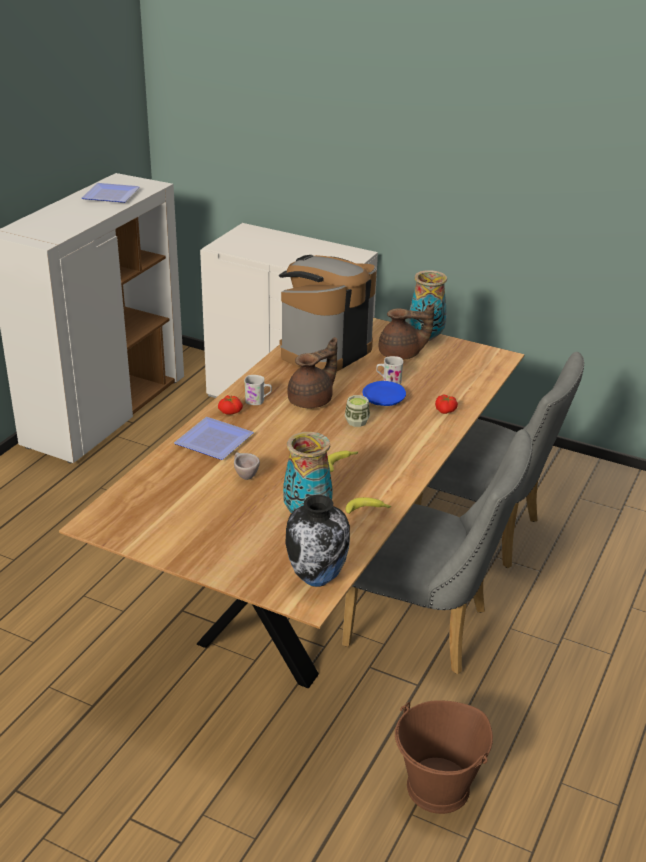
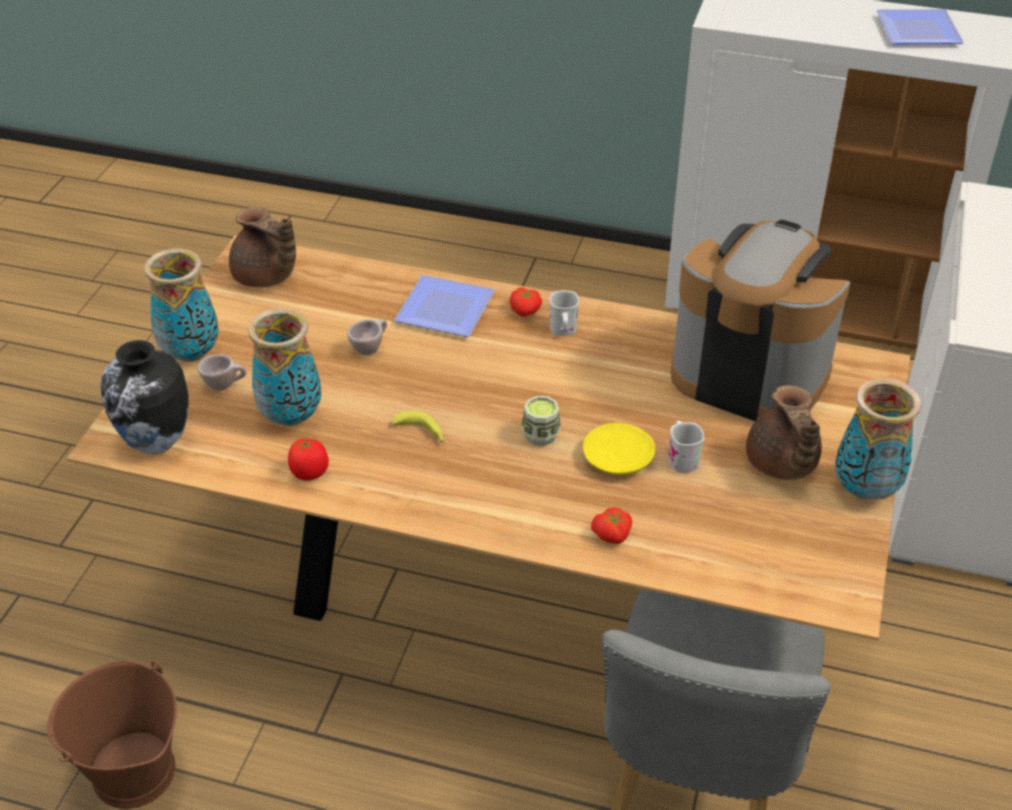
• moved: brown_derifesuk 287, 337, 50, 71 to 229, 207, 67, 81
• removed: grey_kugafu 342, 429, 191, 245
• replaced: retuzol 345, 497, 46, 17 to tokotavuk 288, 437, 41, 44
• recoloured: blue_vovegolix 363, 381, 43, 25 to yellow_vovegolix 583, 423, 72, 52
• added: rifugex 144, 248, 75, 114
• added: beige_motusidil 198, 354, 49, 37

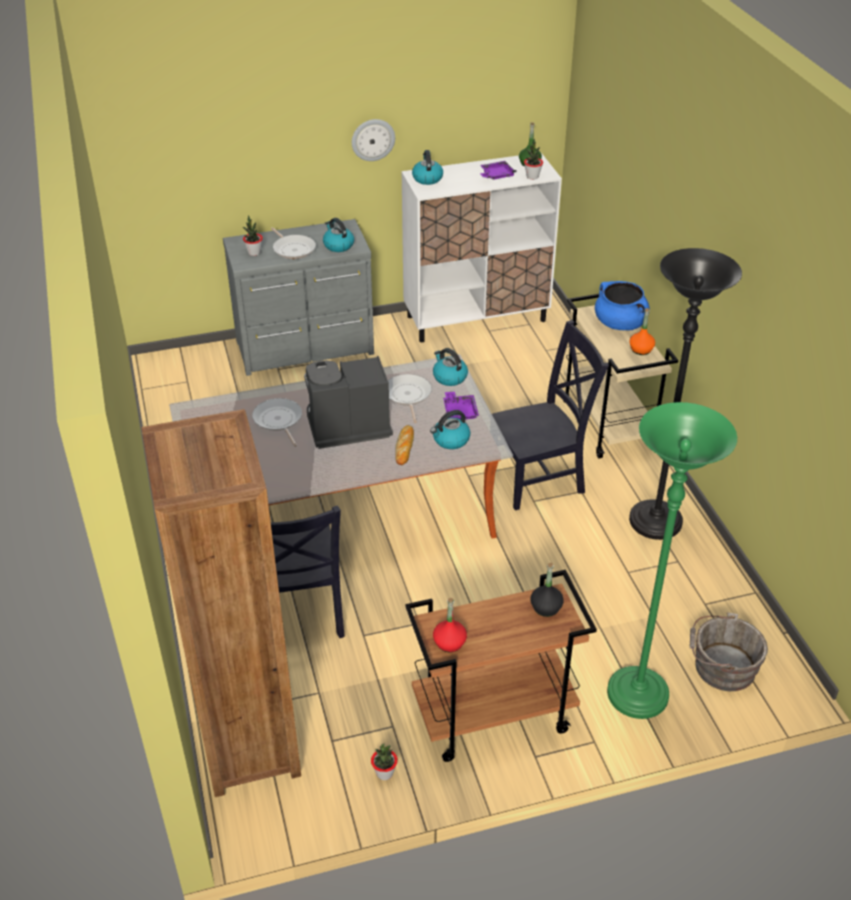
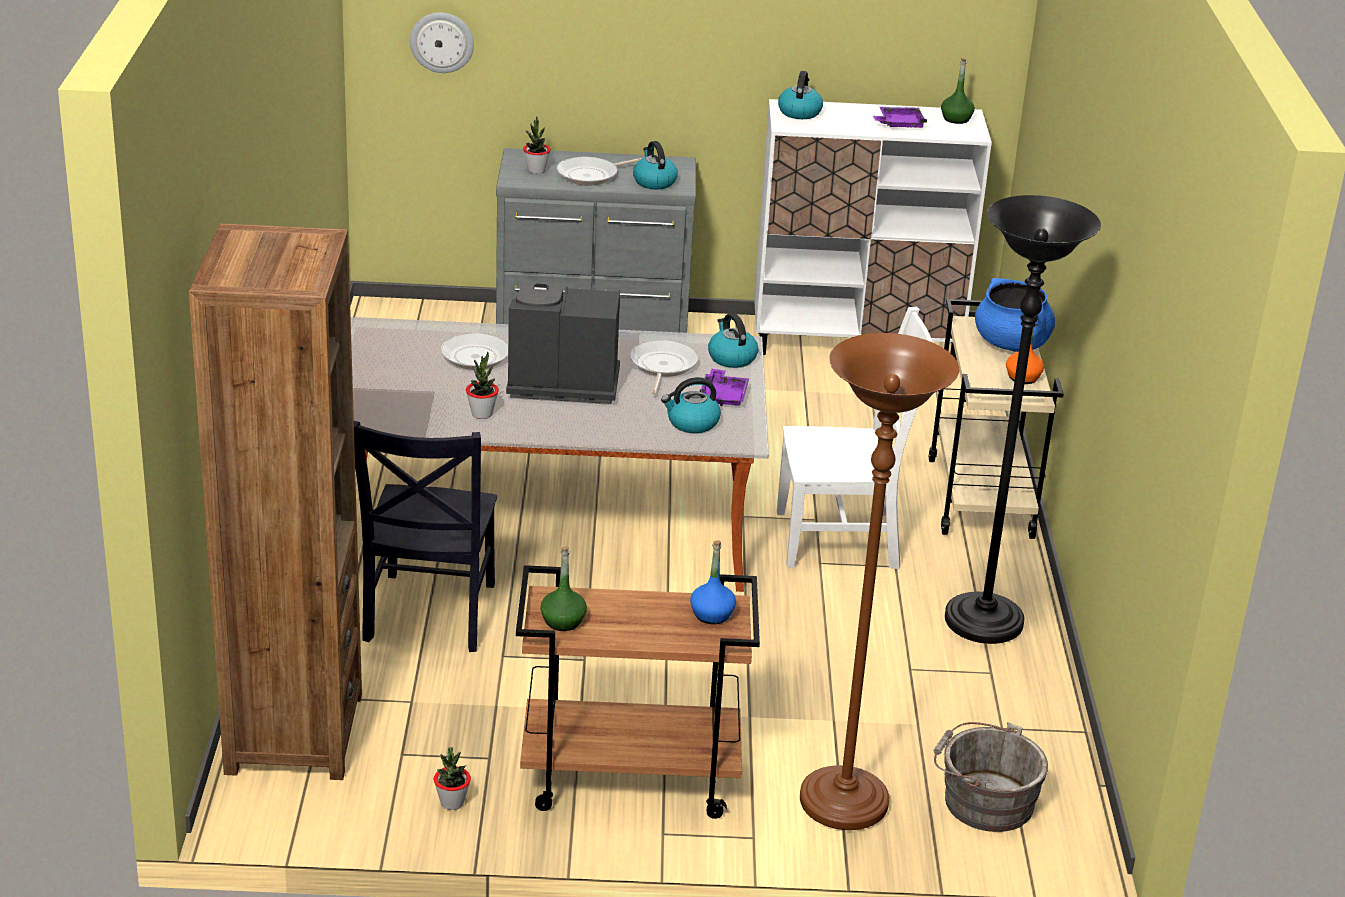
• turned: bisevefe 271, 228, 45, 31 = 557, 157, 84, 29 75 degrees clockwise
• moved: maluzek 352, 119, 43, 42 to 410, 13, 64, 60
• removed: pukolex 395, 425, 19, 40
• recoloured: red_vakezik 433, 598, 34, 54 to green_vakezik 540, 546, 47, 85
• recoloured: black_kugafu 492, 320, 117, 190 to white_kugafu 777, 307, 155, 262
• moved: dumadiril 524, 139, 19, 41 to 466, 352, 33, 67
• recoloured: black_vakezik 530, 563, 34, 54 to blue_vakezik 690, 540, 46, 84
• recoloured: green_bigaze 607, 402, 130, 317 to brown_bigaze 800, 333, 159, 497

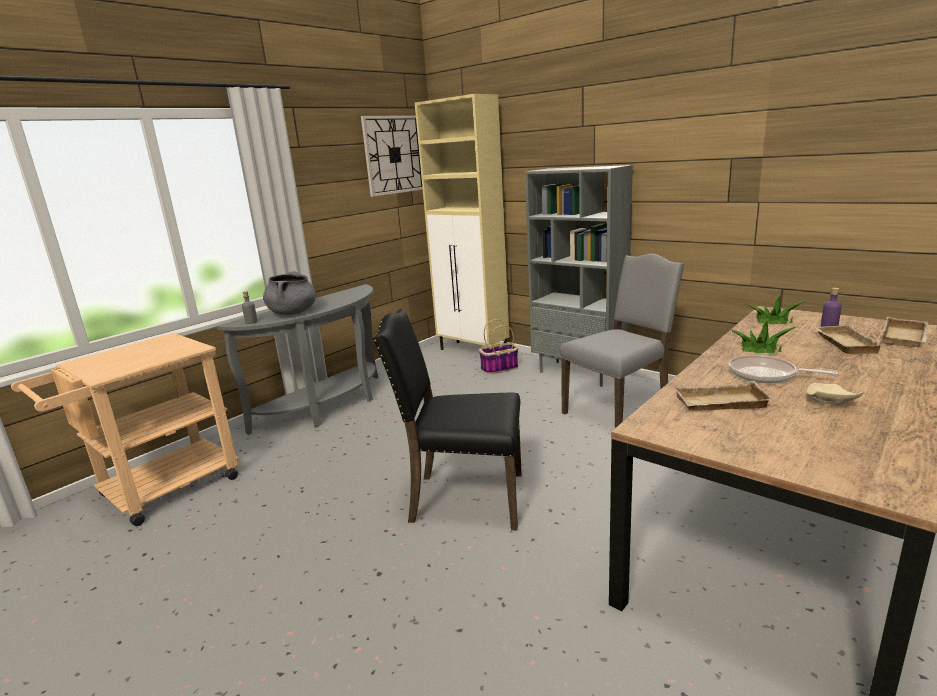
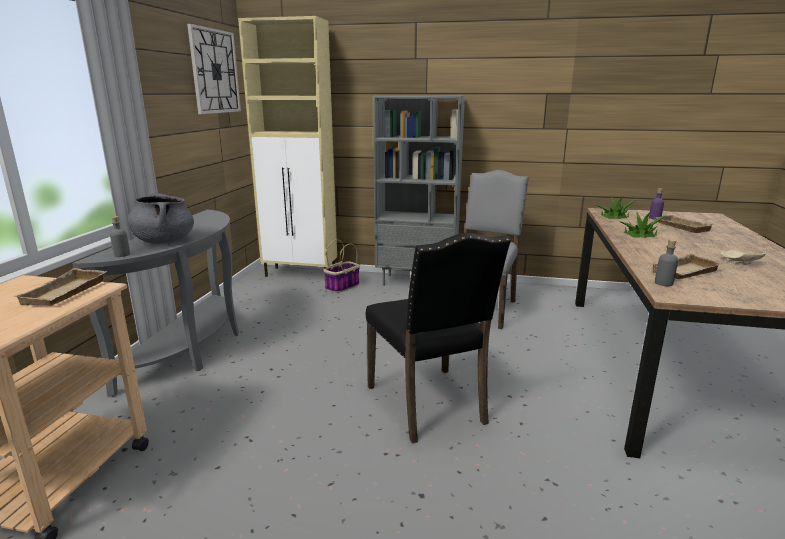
• turned: black_kugafu 372, 309, 150, 221 = 366, 233, 145, 211 90 degrees counterclockwise
• removed: bisevefe 729, 355, 109, 29
• moved: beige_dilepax 881, 317, 47, 30 to 13, 268, 94, 38
• added: grey_vakezik 655, 239, 23, 47

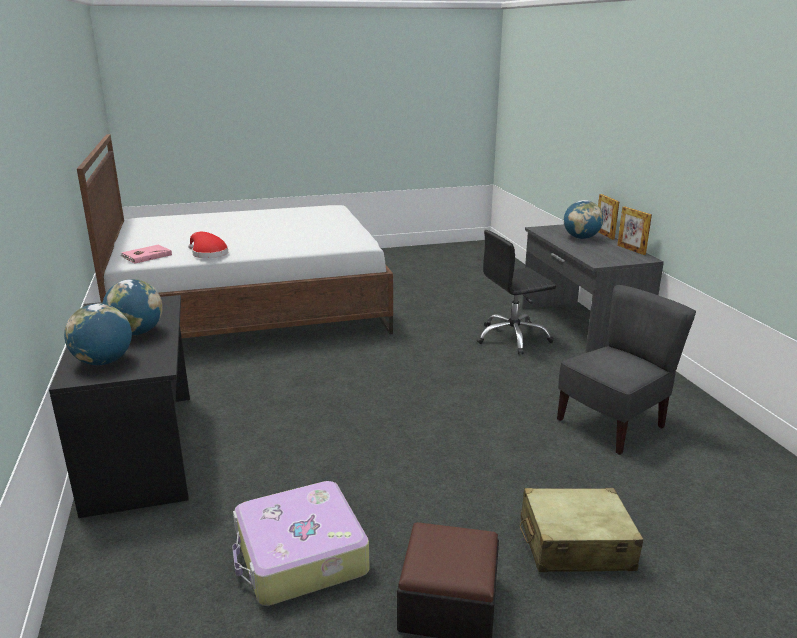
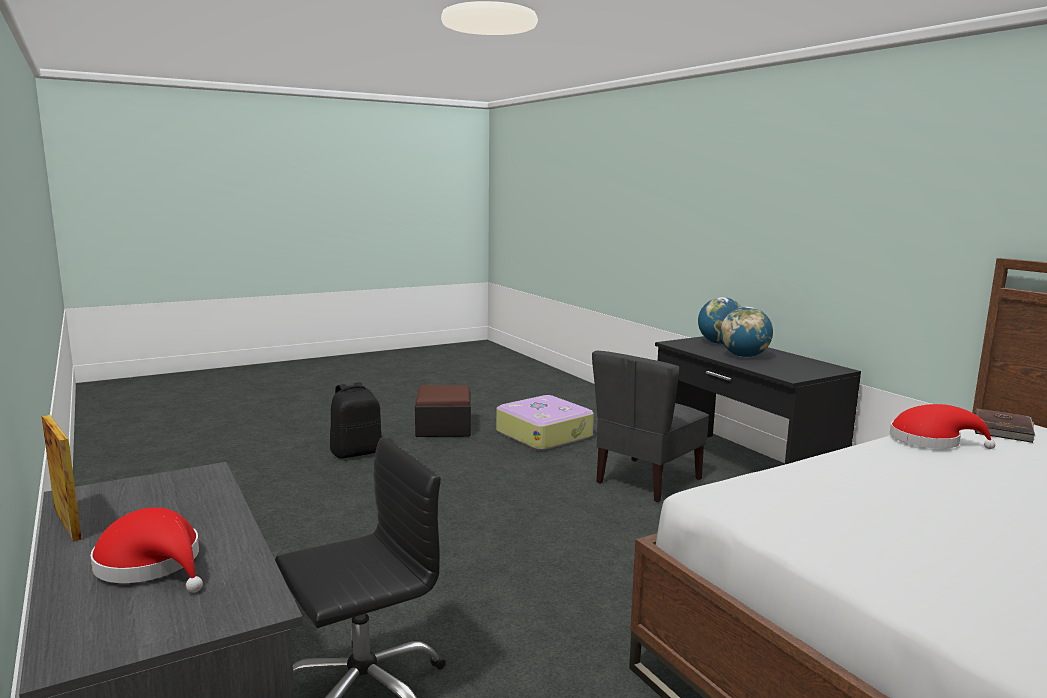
• recoloured: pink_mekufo 120, 245, 52, 19 to brown_mekufo 974, 408, 61, 35
• replaced: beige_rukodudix 520, 488, 124, 84 to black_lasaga 330, 382, 52, 77
• moved: grey_kugafu 557, 285, 139, 170 to 592, 351, 117, 151
• replaced: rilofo 564, 200, 39, 39 to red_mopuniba 90, 507, 113, 86
• removed: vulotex 598, 194, 21, 46

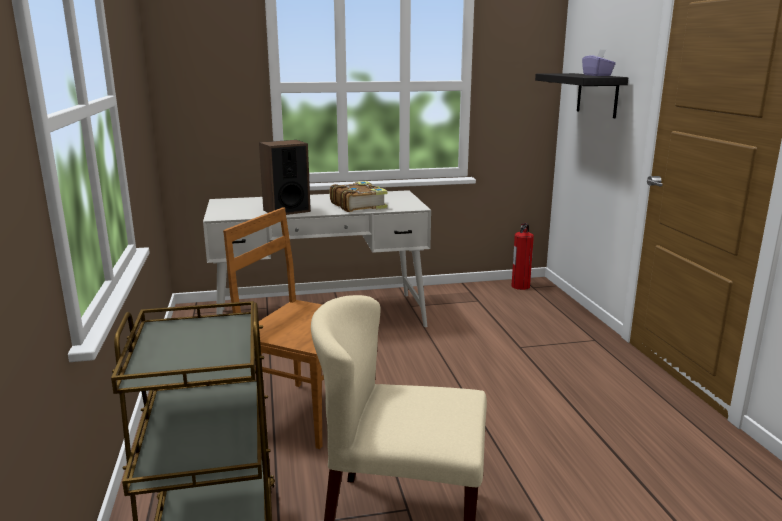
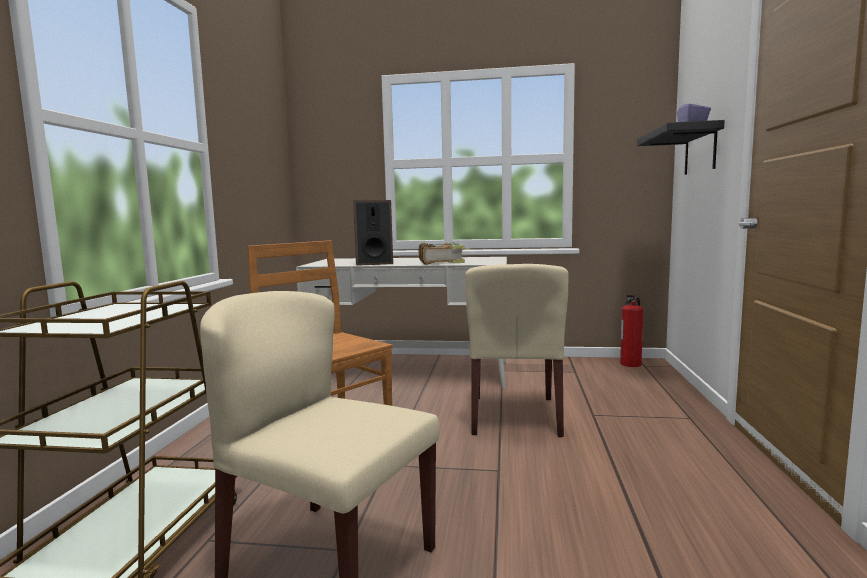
• added: beige_kugafu 465, 264, 103, 173

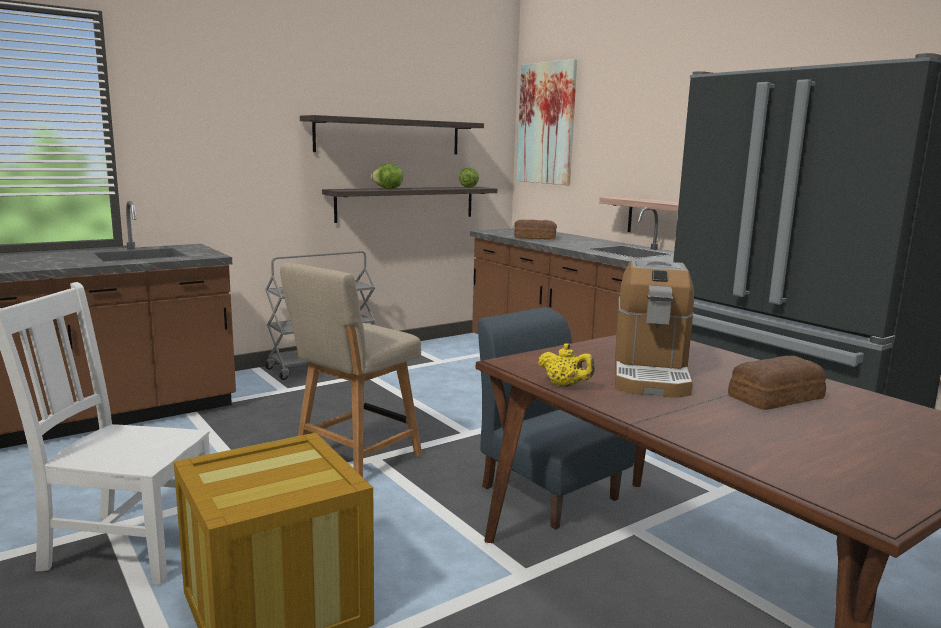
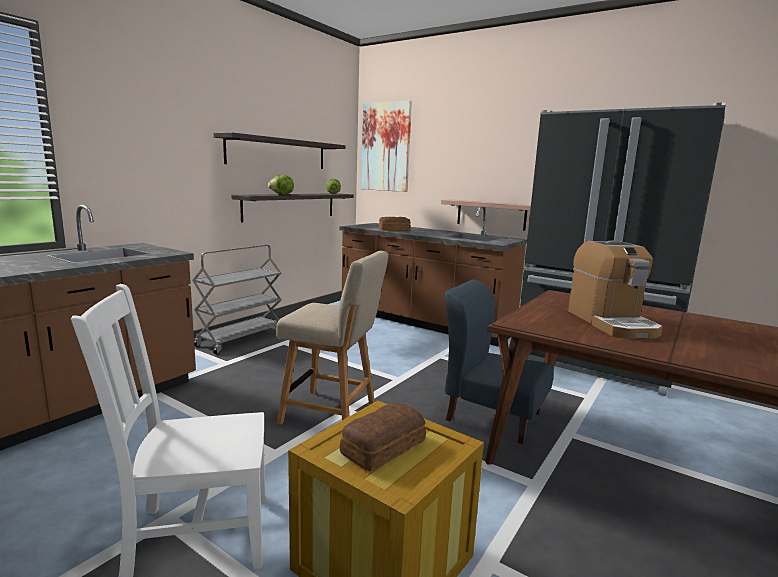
• turned: beige_kugafu 280, 262, 142, 215 = 276, 251, 112, 174 90 degrees counterclockwise
• removed: yellow_derifesuk 538, 343, 57, 44
• moved: pukolex 728, 356, 98, 54 to 340, 403, 86, 69

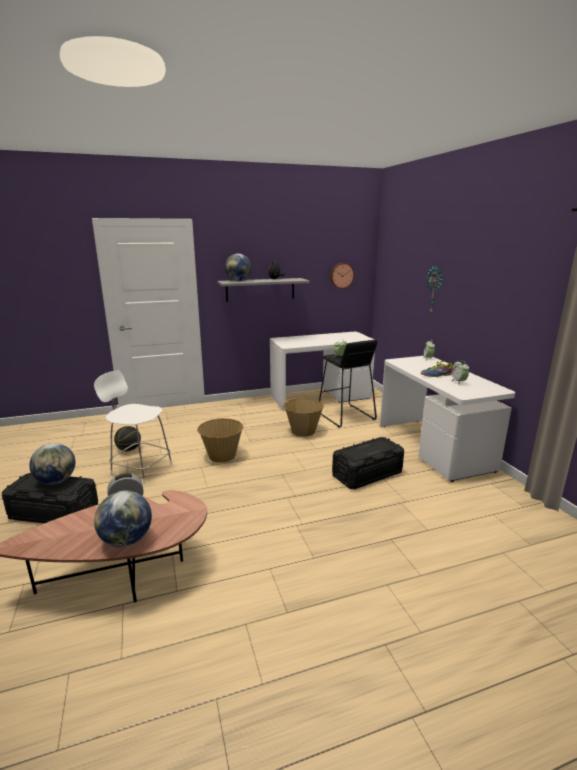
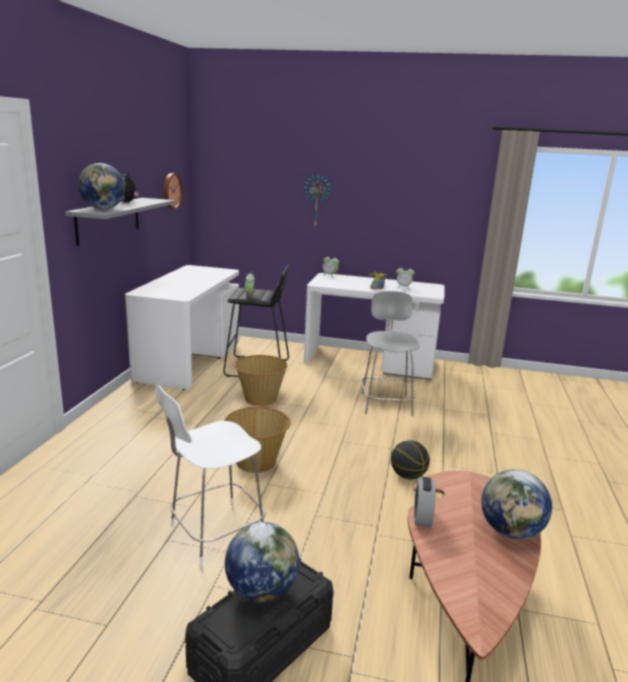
• moved: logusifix 114, 426, 27, 25 to 391, 440, 39, 39
• replaced: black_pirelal 332, 437, 72, 52 to grey_kugafu 361, 291, 59, 125

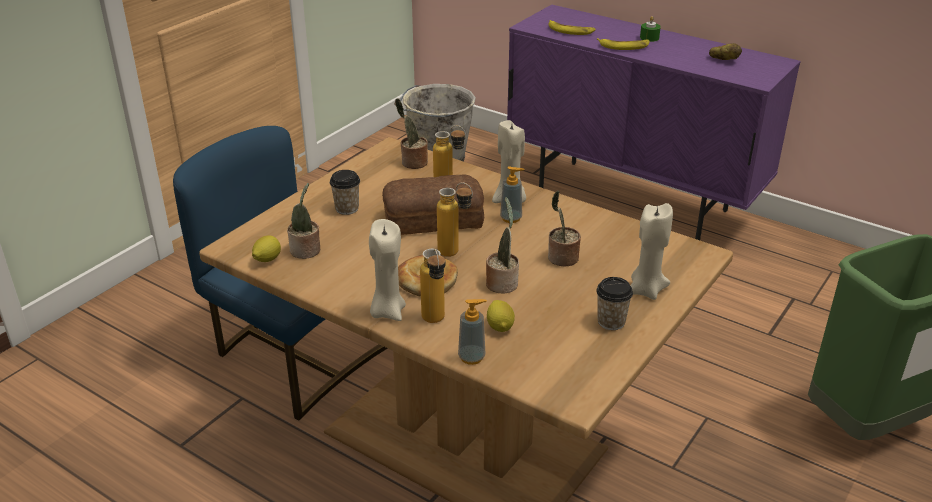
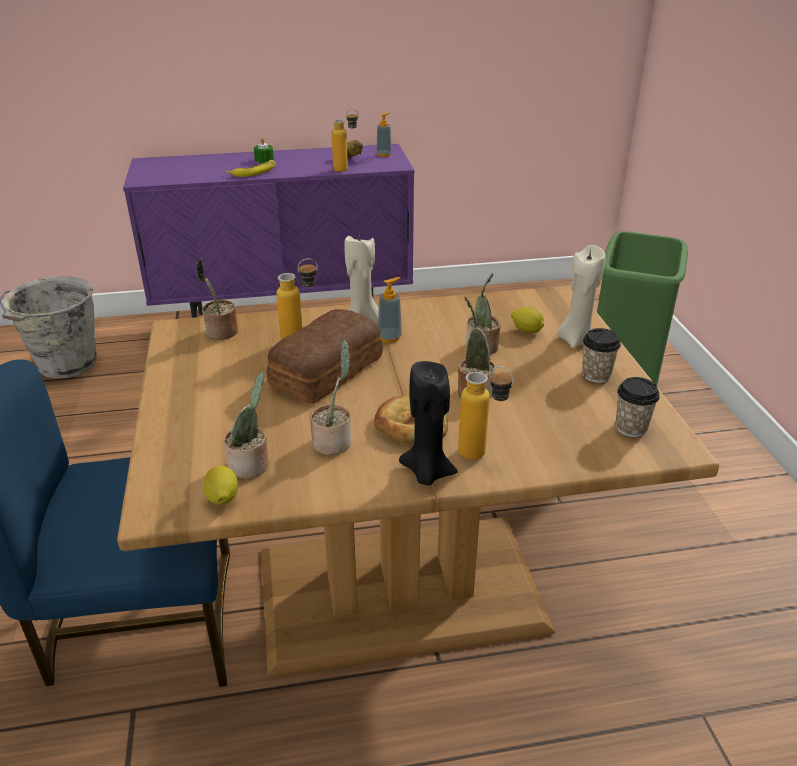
• moved: motusidil 330, 170, 30, 45 to 616, 377, 44, 60
• recoloured: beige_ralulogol 369, 219, 37, 102 to black_ralulogol 399, 361, 59, 124
• moved: vakezik 437, 182, 36, 75 to 332, 109, 27, 63
• moved: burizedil 458, 299, 29, 66 to 376, 112, 16, 45
• moved: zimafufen 487, 300, 28, 32 to 511, 307, 33, 26
• removed: retuzol 548, 20, 48, 15
• added: dumadiril 310, 340, 41, 115

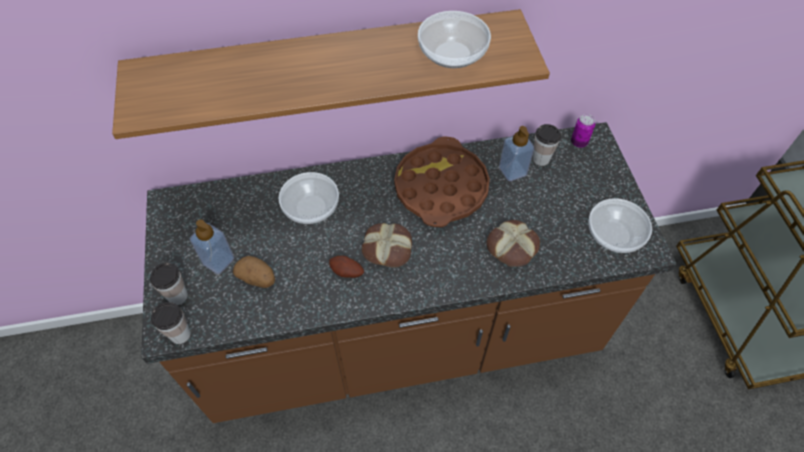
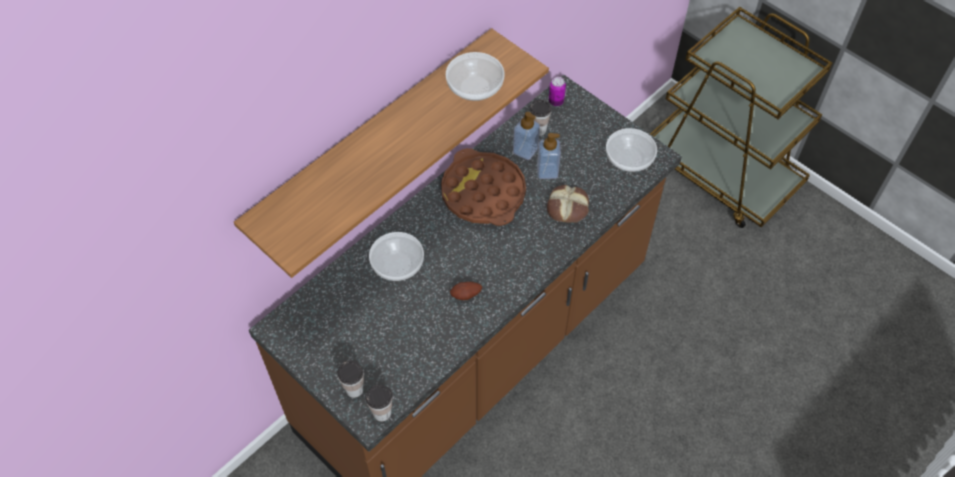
• moved: burizedil 190, 220, 44, 54 to 537, 133, 24, 46
• removed: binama 233, 256, 42, 32
• removed: pukolex 362, 223, 50, 45

